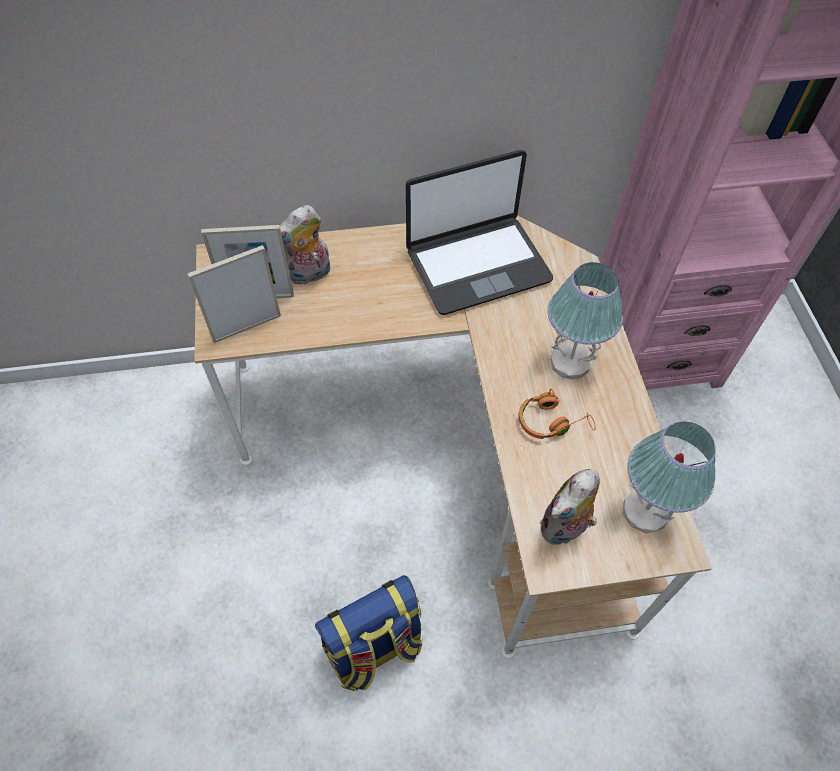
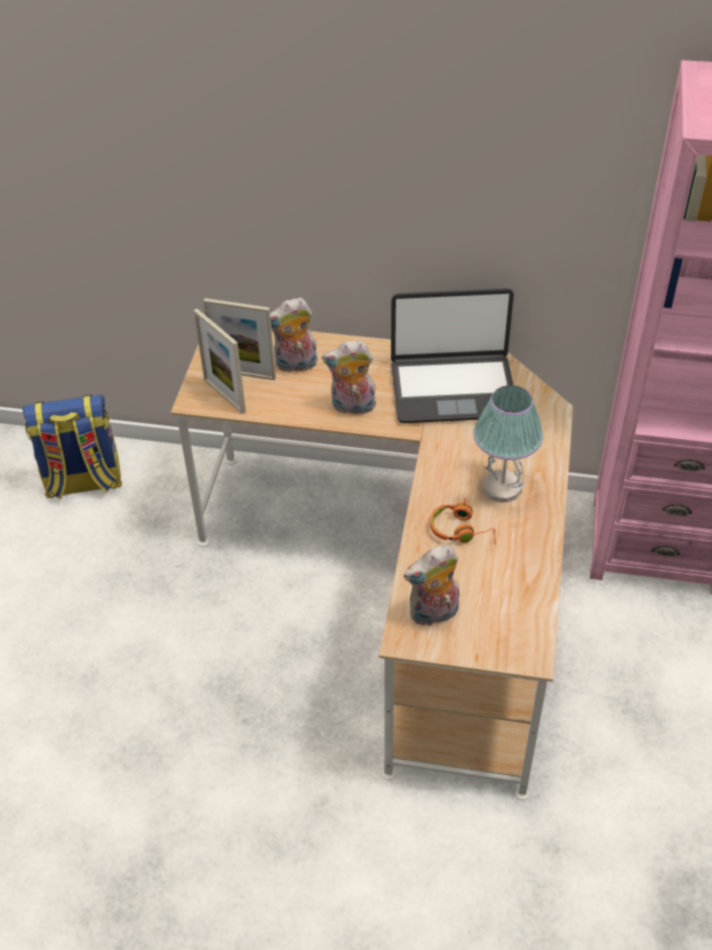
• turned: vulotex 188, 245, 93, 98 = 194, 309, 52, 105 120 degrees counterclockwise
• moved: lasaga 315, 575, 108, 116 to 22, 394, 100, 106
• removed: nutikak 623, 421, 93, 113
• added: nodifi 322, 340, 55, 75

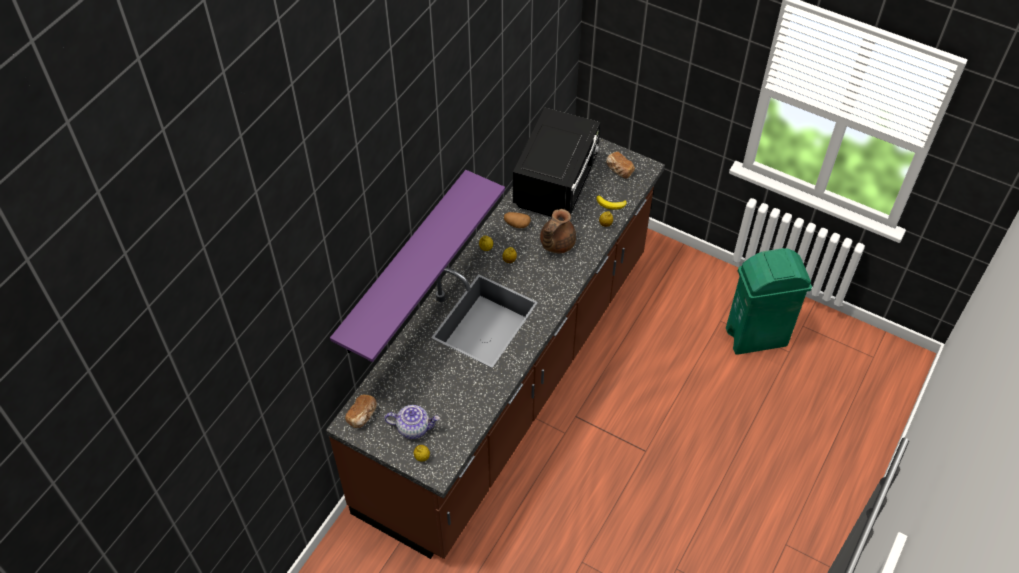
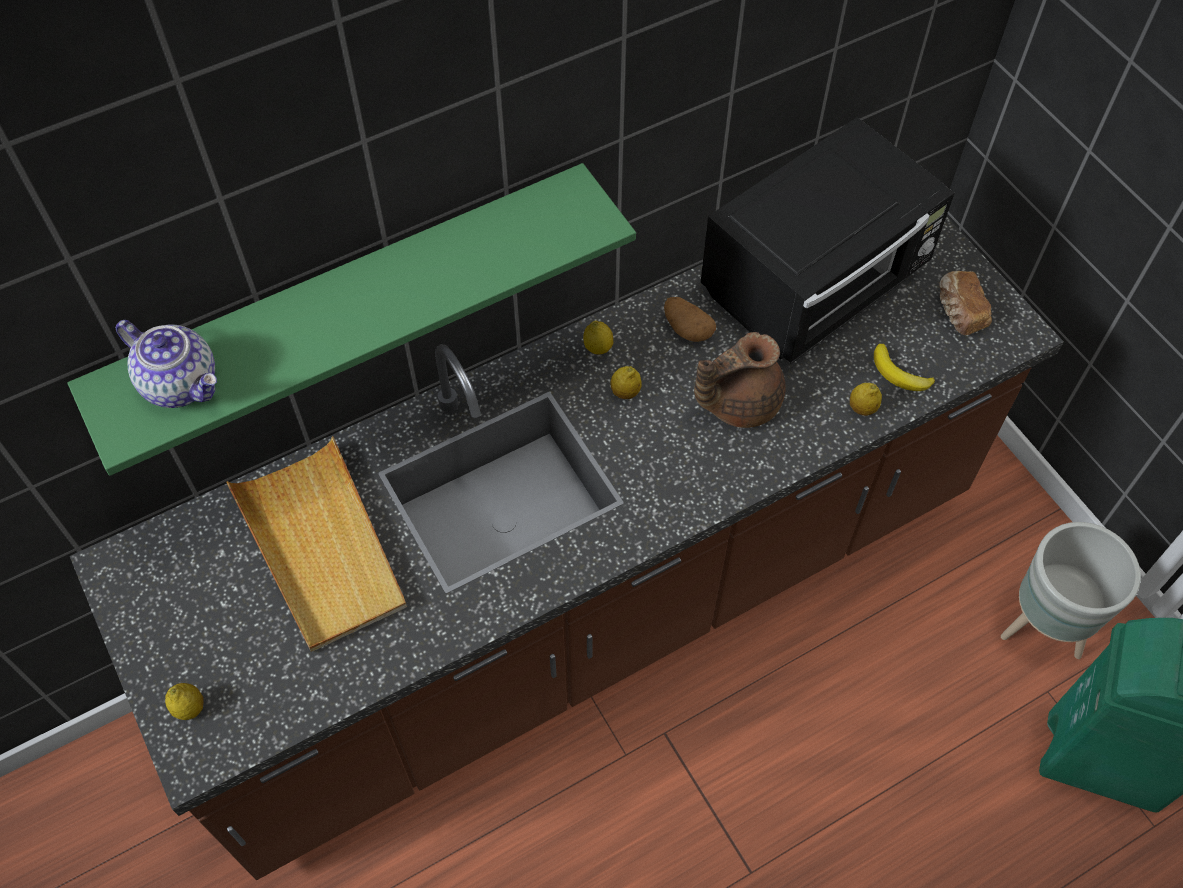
• recoloured: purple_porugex 330, 170, 175, 192 to green_porugex 68, 163, 568, 313
• removed: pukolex 345, 394, 32, 34
• moved: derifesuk 385, 405, 55, 34 to 116, 320, 101, 88
• added: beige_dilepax 227, 436, 180, 216
• added: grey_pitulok 1001, 522, 140, 137

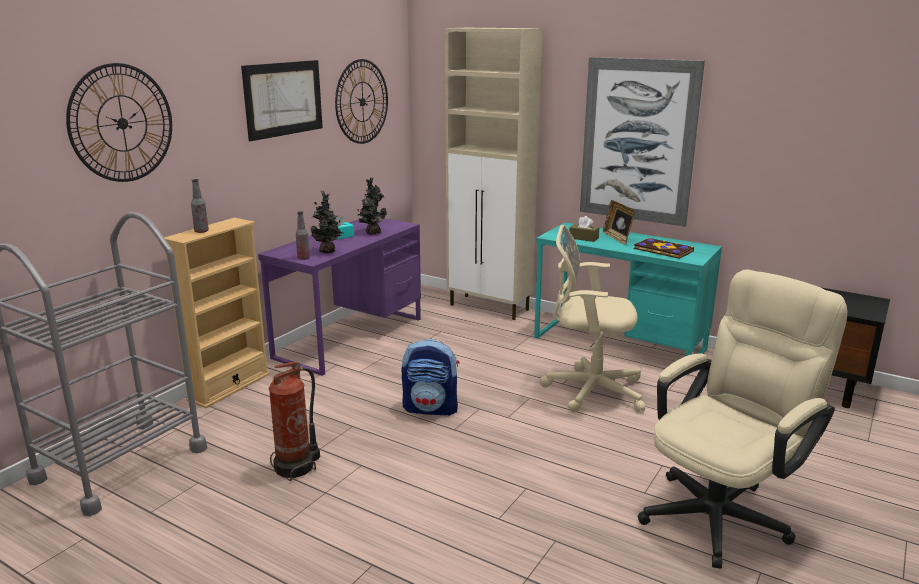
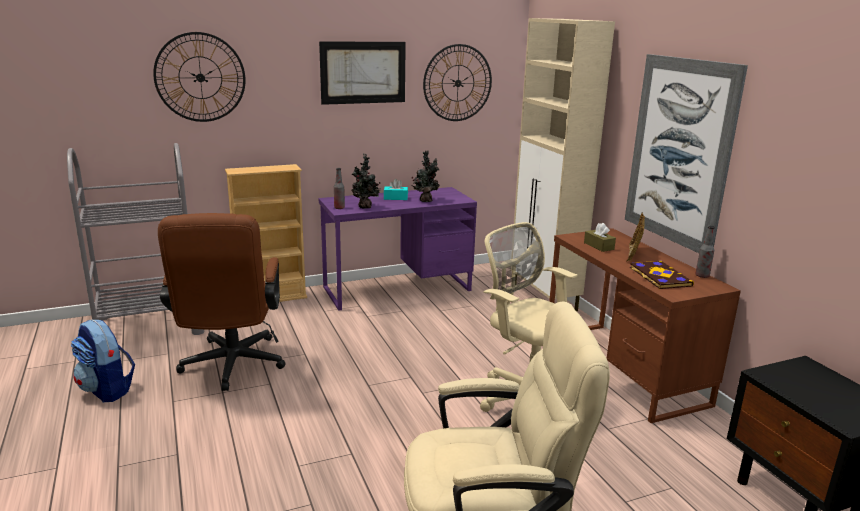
• moved: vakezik 191, 179, 18, 54 to 695, 226, 20, 52
• replaced: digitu 268, 362, 52, 119 to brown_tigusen 158, 213, 128, 178
• moved: lasaga 402, 339, 58, 77 to 71, 319, 64, 83
• recoloured: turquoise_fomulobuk 534, 222, 188, 153 to brown_fomulobuk 549, 228, 192, 195

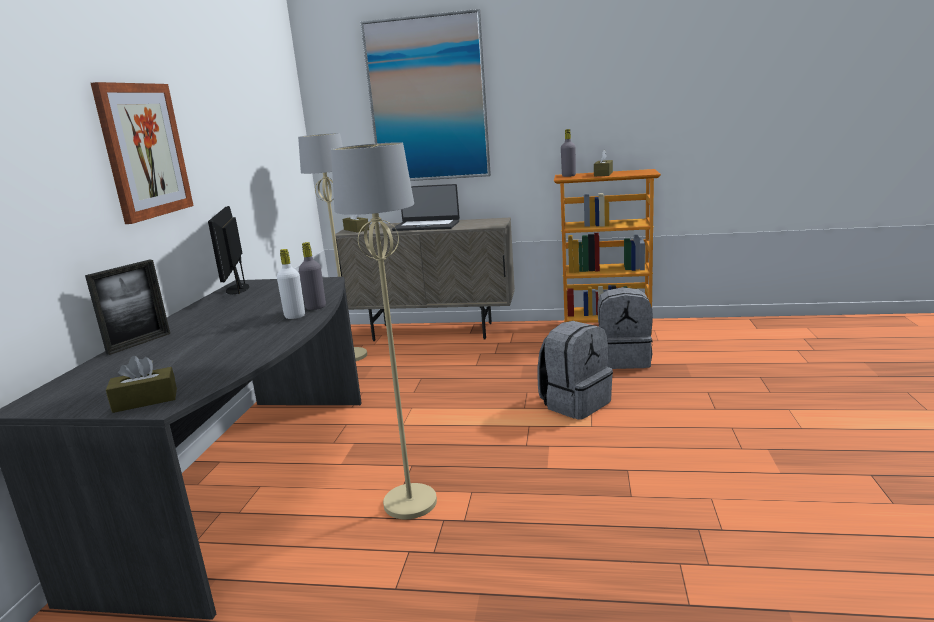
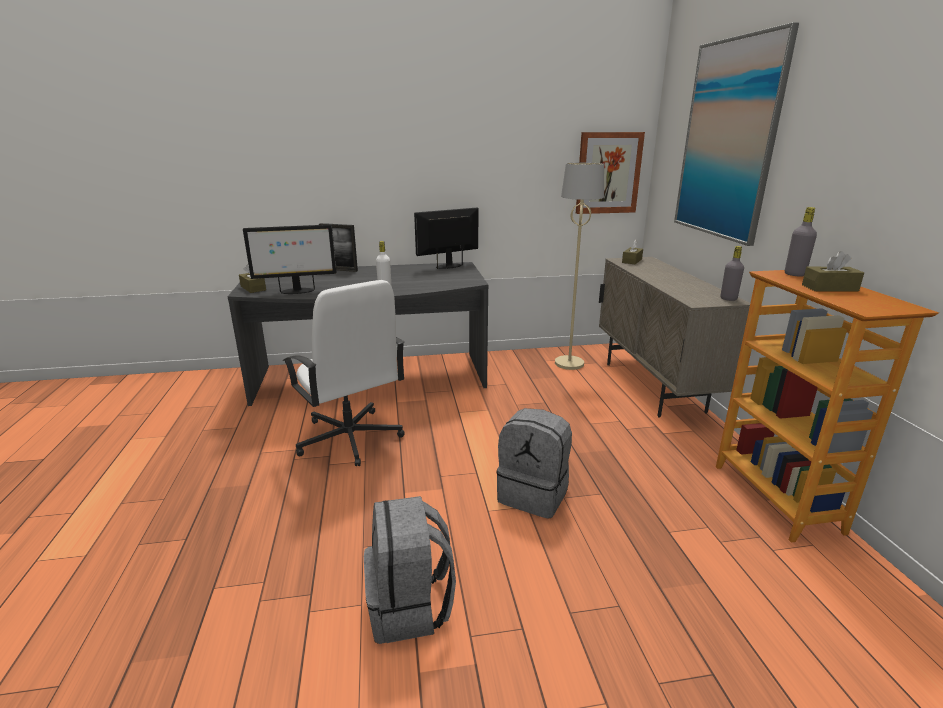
• moved: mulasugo 91, 82, 103, 142 to 576, 132, 69, 82
• moved: grey_vakezik 299, 242, 27, 68 to 720, 246, 24, 55
• replaced: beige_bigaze 331, 142, 106, 377 to white_tigusen 282, 280, 123, 186
• removed: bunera 392, 184, 68, 47
• moved: grey_lasaga 597, 287, 56, 82 to 364, 496, 92, 148
• added: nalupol 243, 224, 94, 70

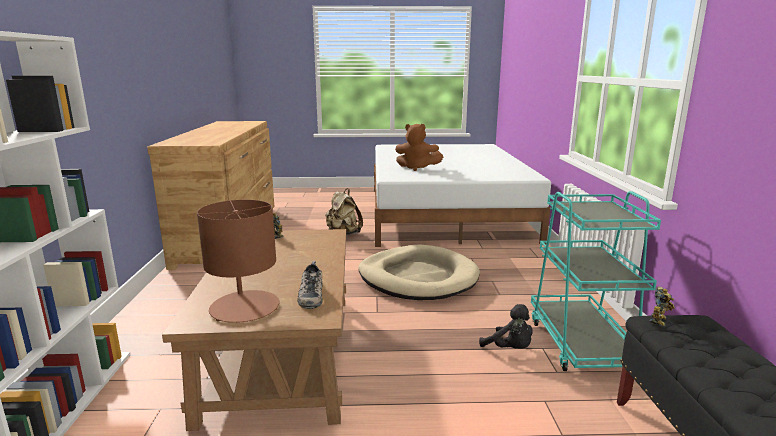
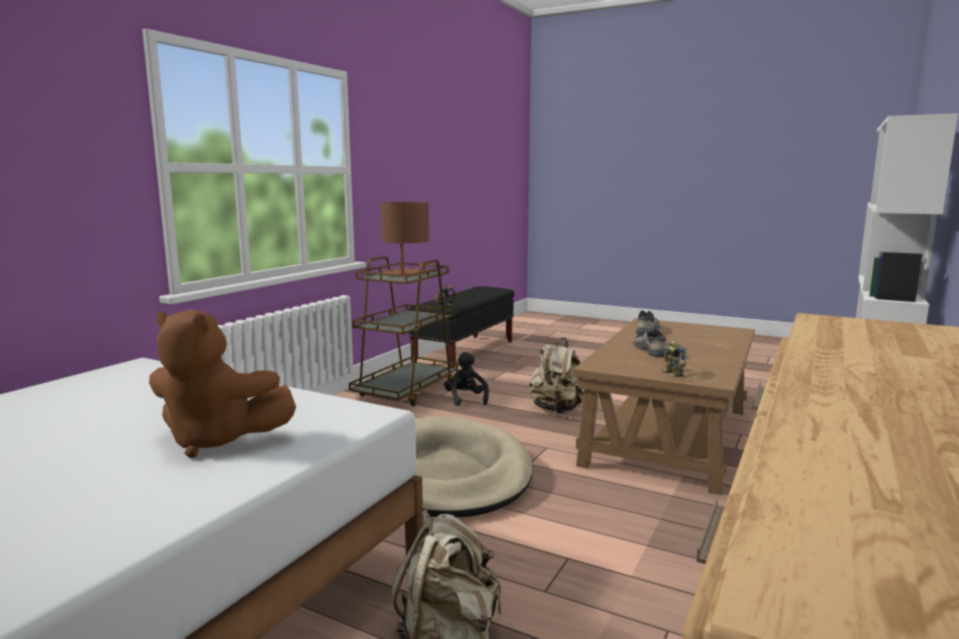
• moved: brown_nutikak 197, 200, 82, 123 to 381, 202, 48, 73
• turned: brown_nodifi 395, 124, 48, 47 = 149, 309, 147, 149 150 degrees clockwise
• recoloured: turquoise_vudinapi 531, 191, 130, 180 to brown_vudinapi 349, 256, 109, 150
• added: beige_lasaga 529, 337, 55, 77
• added: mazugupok 633, 329, 34, 28

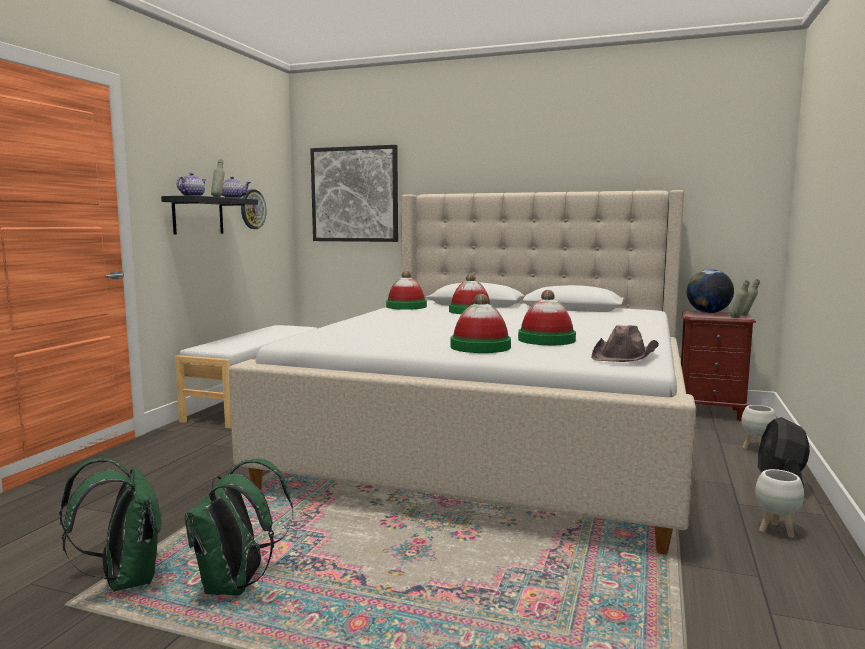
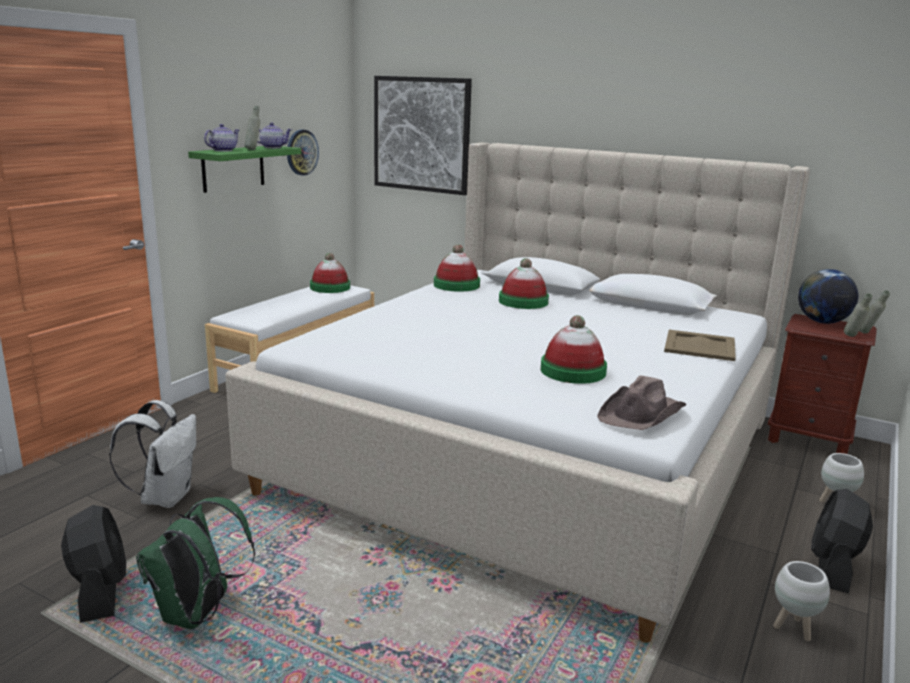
• replaced: green_lasaga 59, 458, 103, 133 to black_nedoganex 61, 505, 65, 118
• recoloured: black_porugex 161, 195, 97, 40 to green_porugex 188, 146, 113, 47
• moved: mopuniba 451, 294, 60, 59 to 310, 253, 40, 40
• added: white_lasaga 109, 400, 87, 108
• added: beige_dilepax 664, 330, 72, 31

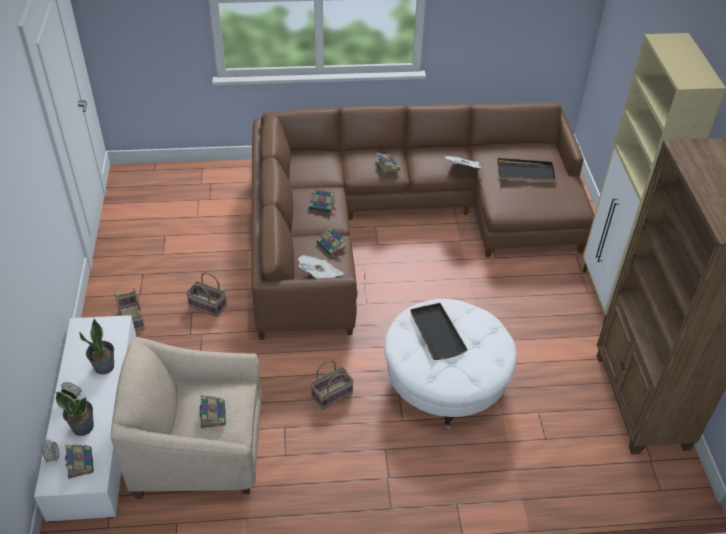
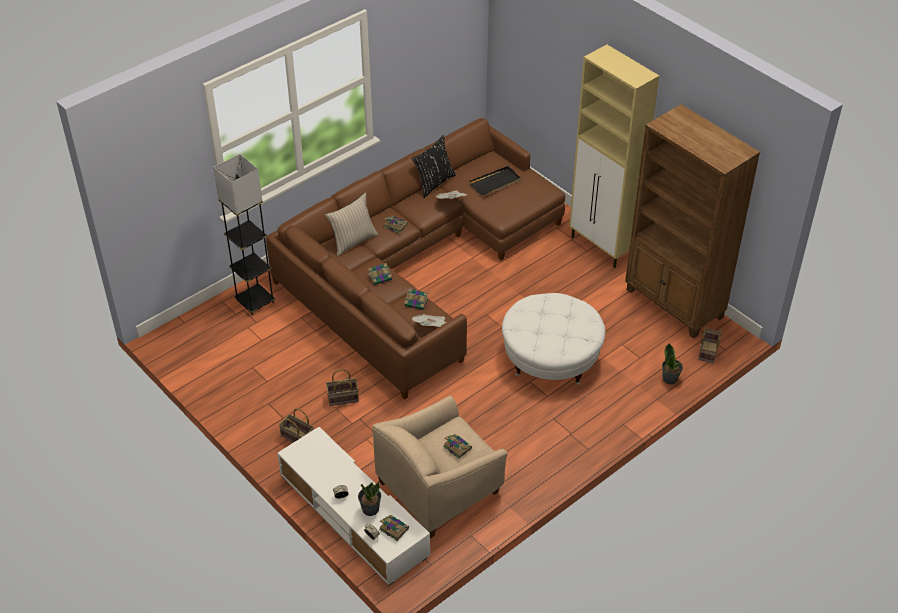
• moved: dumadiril 79, 318, 35, 56 to 662, 344, 21, 40
• moved: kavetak 310, 360, 44, 50 to 698, 325, 24, 38
• removed: black_dilepax 410, 303, 58, 57
• added: grey_bigaze 214, 154, 61, 161
• added: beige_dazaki 325, 193, 53, 63
• added: black_dazaki 411, 135, 45, 63

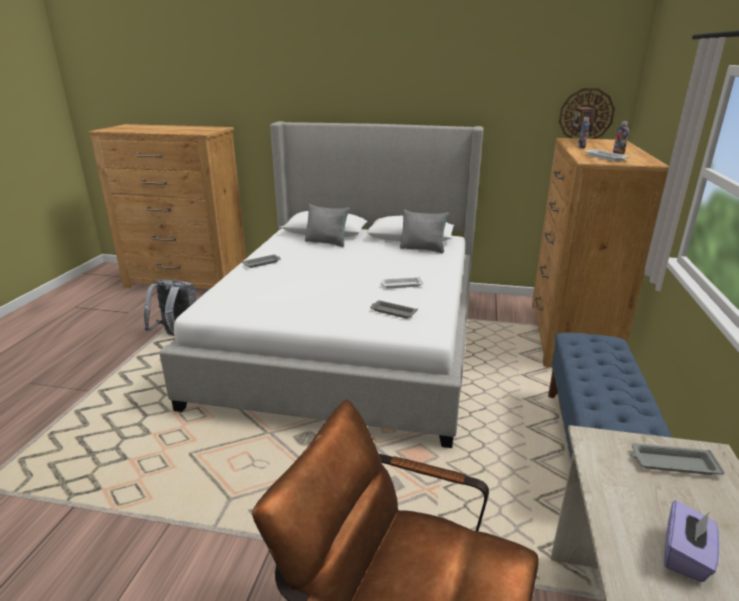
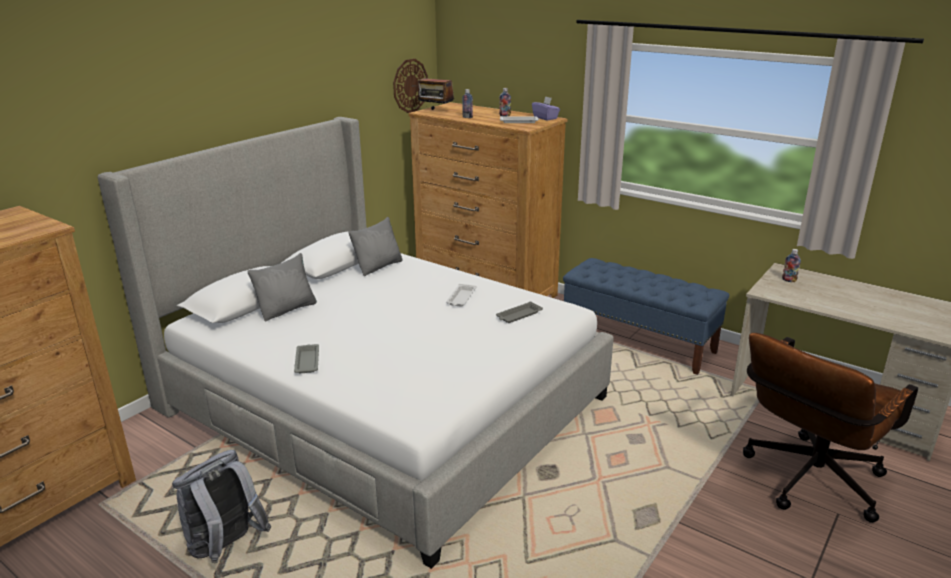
• replaced: grey_dilepax 631, 443, 94, 32 to vakezik 782, 249, 19, 33
• moved: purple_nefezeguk 664, 500, 56, 82 to 532, 96, 28, 24

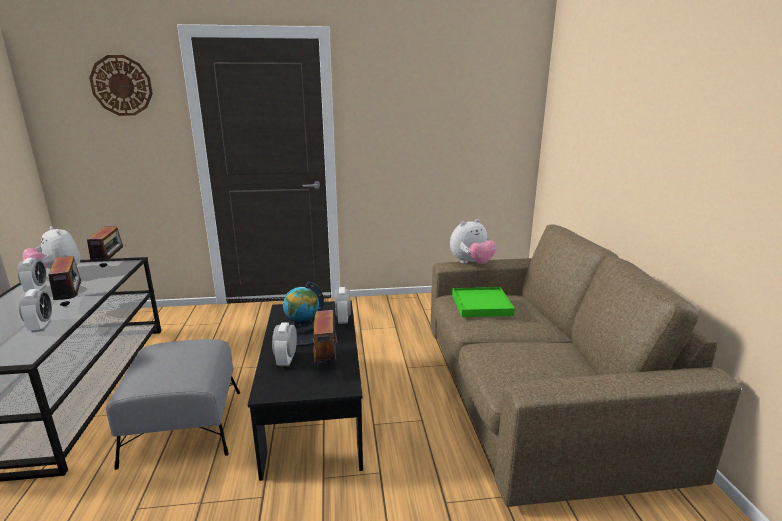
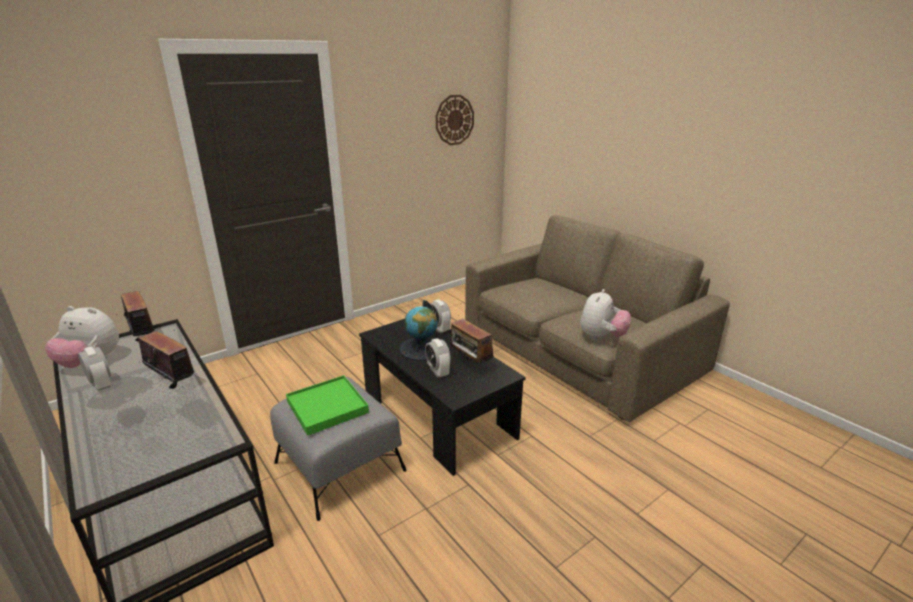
• removed: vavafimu 19, 289, 33, 44
• moved: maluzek 89, 55, 64, 61 to 436, 95, 38, 50
• moved: nodifi 450, 219, 47, 45 to 580, 289, 51, 51
• moved: green_dilepax 452, 287, 63, 30 to 286, 375, 83, 61

